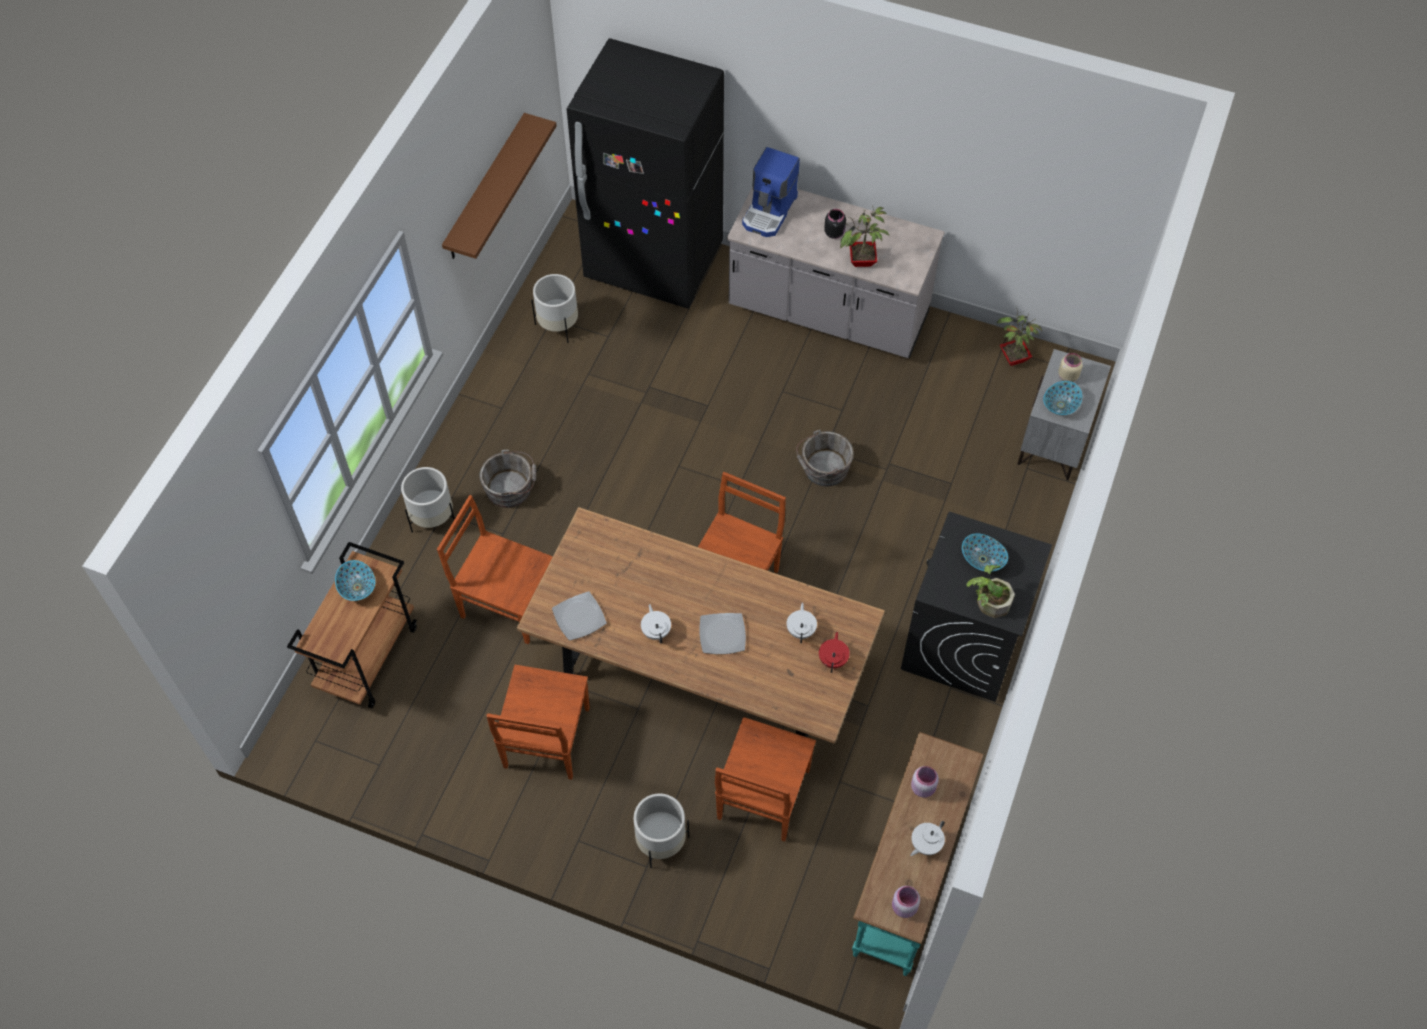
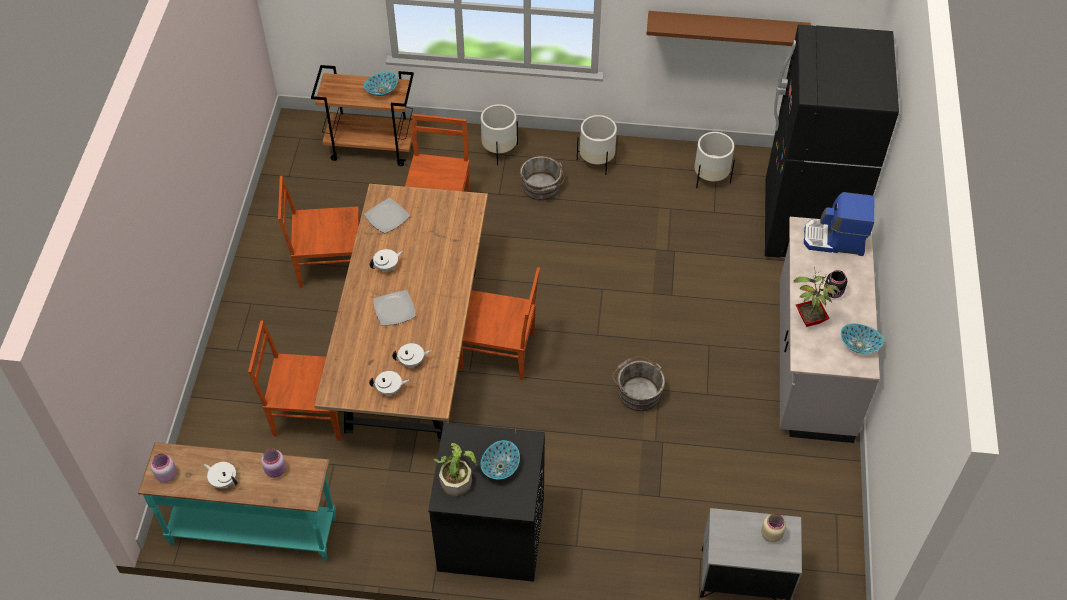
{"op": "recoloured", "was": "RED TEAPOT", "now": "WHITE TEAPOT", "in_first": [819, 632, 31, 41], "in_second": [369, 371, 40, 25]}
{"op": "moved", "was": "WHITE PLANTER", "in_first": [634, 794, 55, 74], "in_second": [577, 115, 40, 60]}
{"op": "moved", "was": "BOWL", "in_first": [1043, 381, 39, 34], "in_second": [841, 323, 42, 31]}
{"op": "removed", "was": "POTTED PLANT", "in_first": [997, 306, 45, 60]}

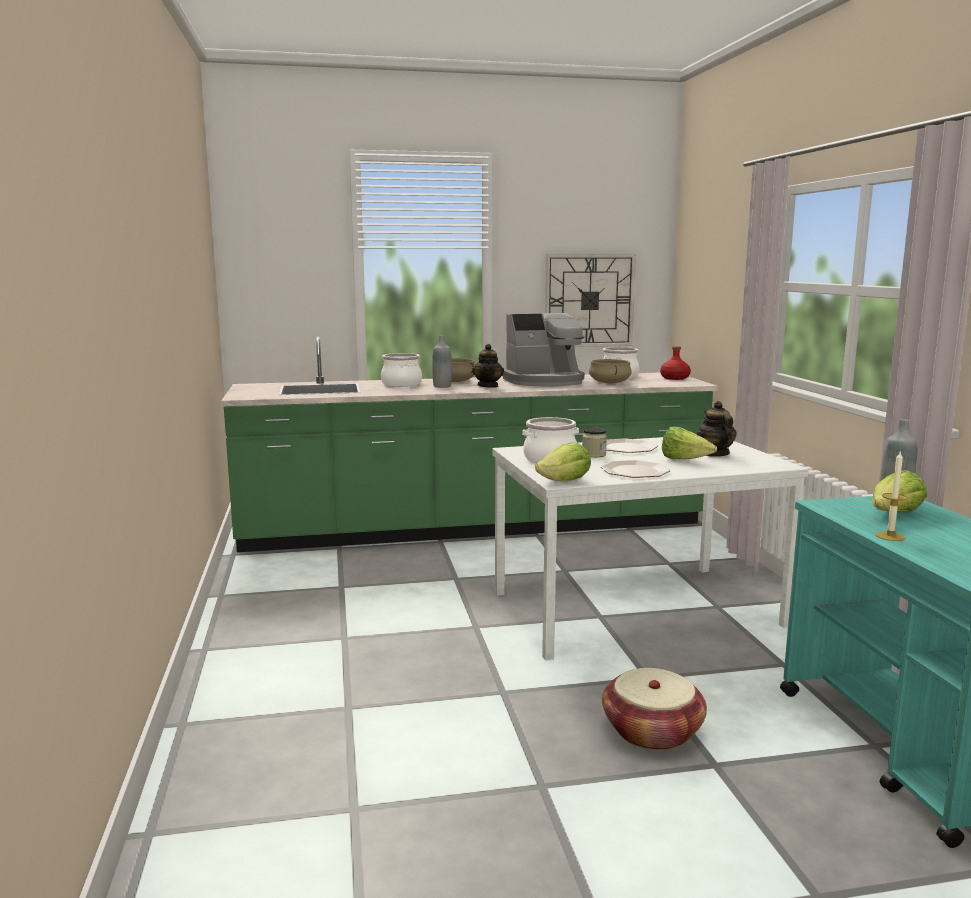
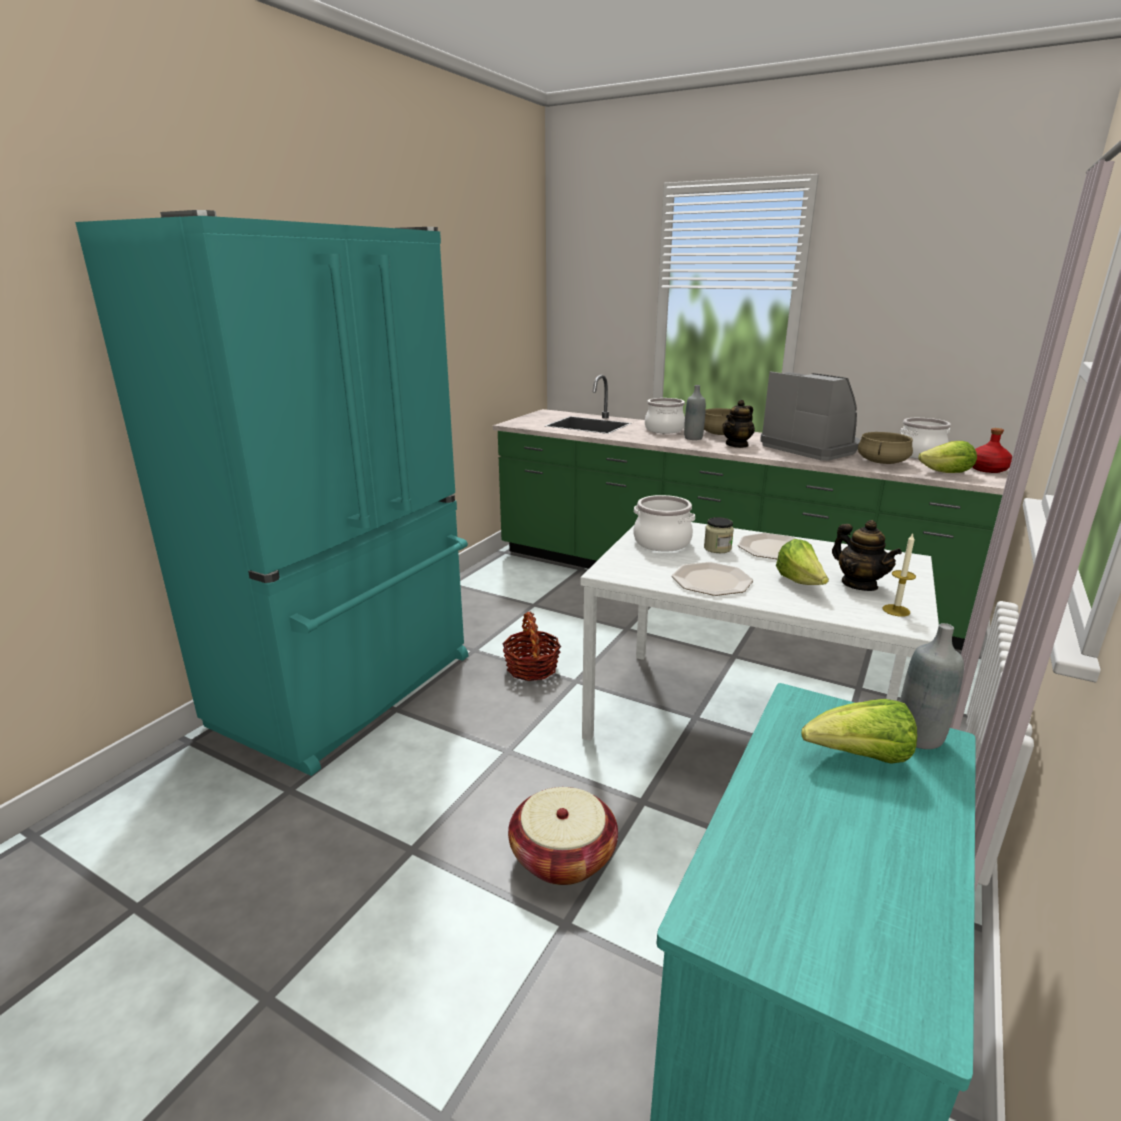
{"op": "added", "now": "TURQUOISE FRIDGE", "in_second": [75, 210, 393, 566]}
{"op": "added", "now": "BASKET", "in_second": [502, 612, 59, 69]}
{"op": "turned", "was": "COFFEE MACHINE", "in_first": [502, 313, 83, 73], "in_second": [760, 371, 100, 90], "clockwise": -150}
{"op": "turned", "was": "TEAPOT", "in_first": [697, 401, 40, 56], "in_second": [832, 520, 70, 71], "clockwise": 120}
{"op": "moved", "was": "CANDLE", "in_first": [876, 450, 32, 91], "in_second": [883, 533, 33, 84]}
{"op": "moved", "was": "LETTUCE", "in_first": [535, 442, 56, 39], "in_second": [919, 441, 58, 32]}
{"op": "removed", "was": "WALL CLOCK", "in_first": [545, 254, 91, 93]}

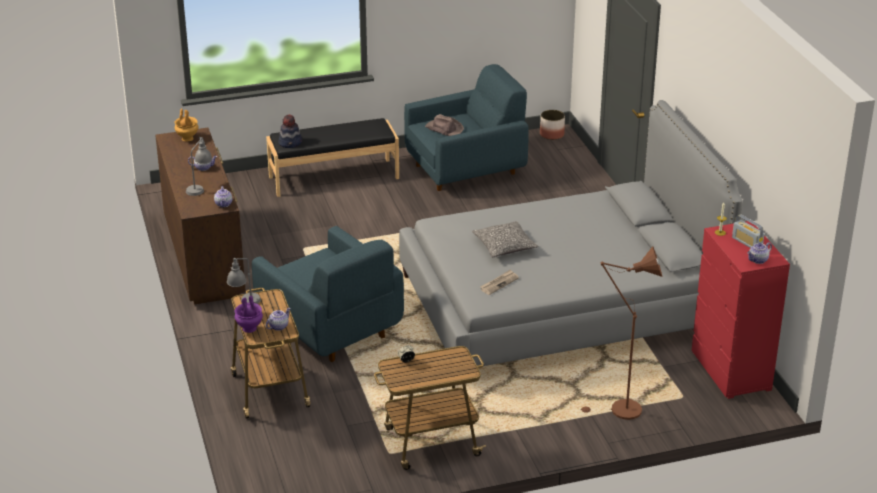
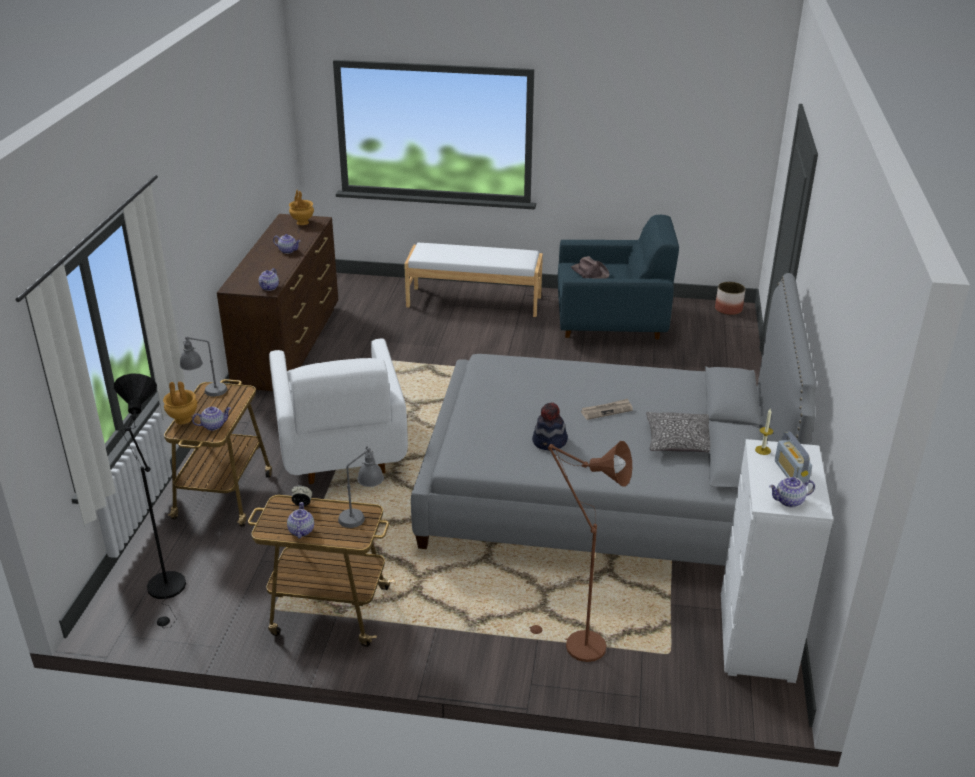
{"op": "added", "now": "BLACK FLOOR LAMP", "in_second": [114, 374, 72, 253]}
{"op": "recoloured", "was": "PURPLE VASE", "now": "BROWN VASE", "in_first": [235, 296, 28, 37], "in_second": [163, 382, 34, 42]}
{"op": "recoloured", "was": "BLUE ARMCHAIR", "now": "WHITE ARMCHAIR", "in_first": [252, 226, 152, 136], "in_second": [269, 339, 139, 145]}
{"op": "added", "now": "TEAPOT", "in_second": [287, 502, 27, 37]}
{"op": "moved", "was": "GREY TABLE LAMP", "in_first": [186, 137, 27, 59], "in_second": [338, 446, 46, 82]}
{"op": "recoloured", "was": "BLACK BENCH", "now": "WHITE BENCH", "in_first": [266, 118, 133, 79], "in_second": [404, 243, 139, 74]}
{"op": "moved", "was": "HAT", "in_first": [278, 114, 24, 34], "in_second": [532, 403, 36, 47]}
{"op": "moved", "was": "NEWSPAPER", "in_first": [480, 270, 39, 25], "in_second": [581, 399, 52, 21]}
{"op": "moved", "was": "PILLOW", "in_first": [472, 221, 66, 36], "in_second": [646, 412, 64, 40]}
{"op": "recoloured", "was": "RED DRESSER", "now": "WHITE DRESSER", "in_first": [691, 221, 99, 178], "in_second": [721, 439, 112, 244]}

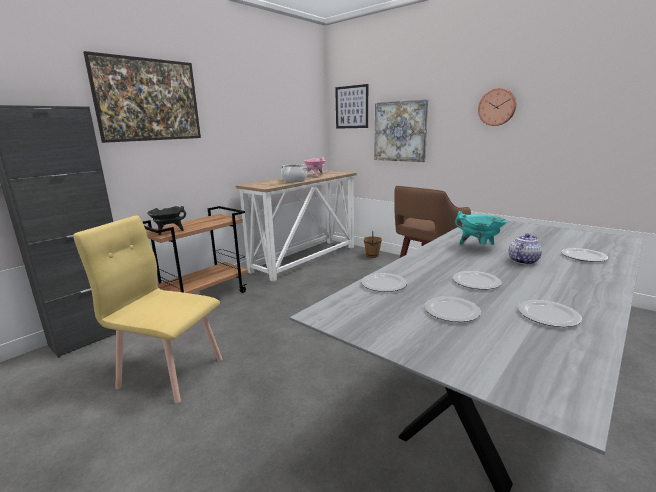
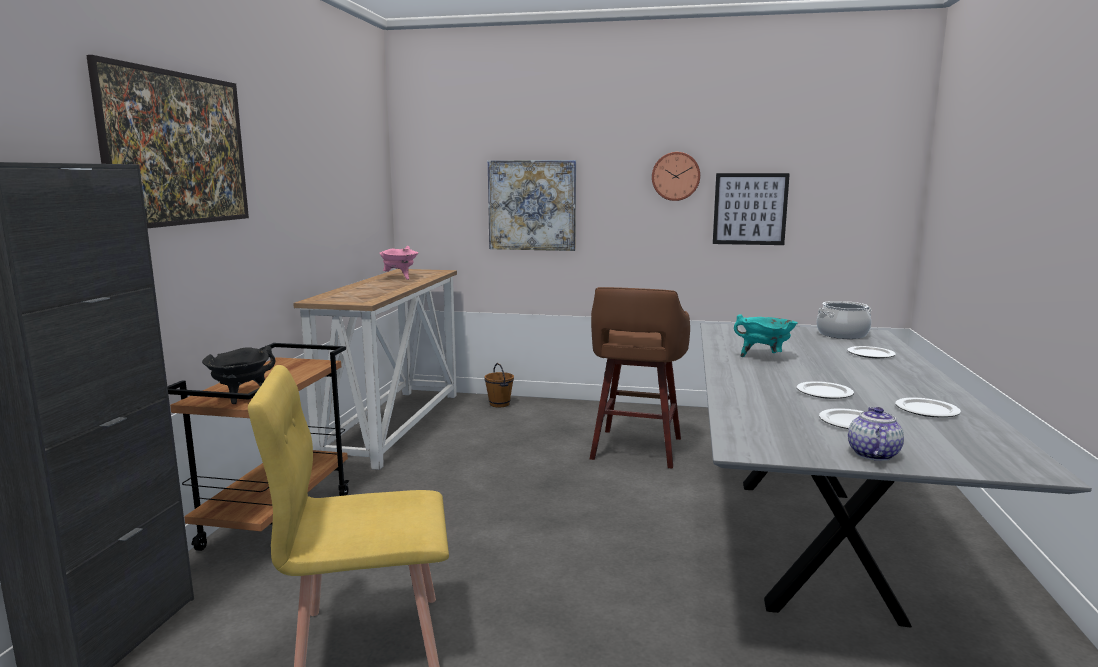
{"op": "moved", "was": "PICTURE", "in_first": [335, 84, 33, 45], "in_second": [713, 173, 77, 72]}
{"op": "moved", "was": "COOKING POT", "in_first": [280, 164, 27, 18], "in_second": [817, 301, 54, 38]}
{"op": "moved", "was": "TEAPOT", "in_first": [509, 234, 33, 31], "in_second": [848, 407, 56, 54]}
{"op": "removed", "was": "PLATE", "in_first": [361, 273, 46, 19]}

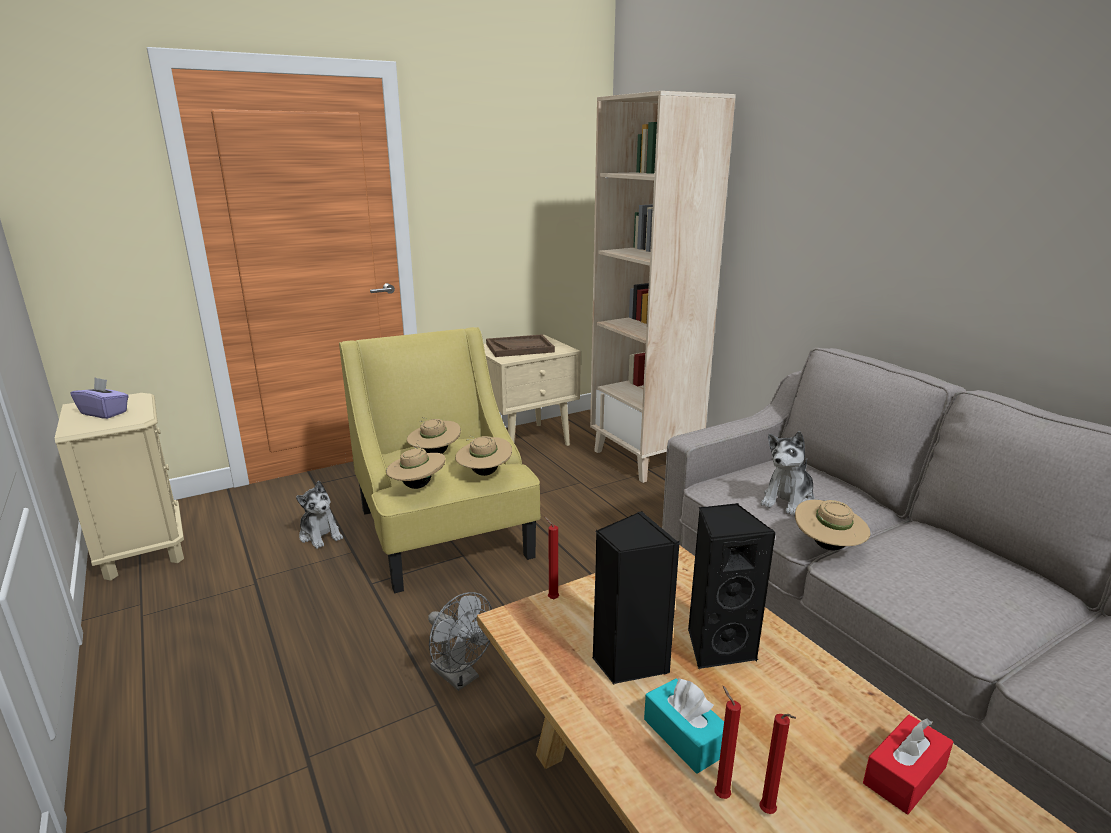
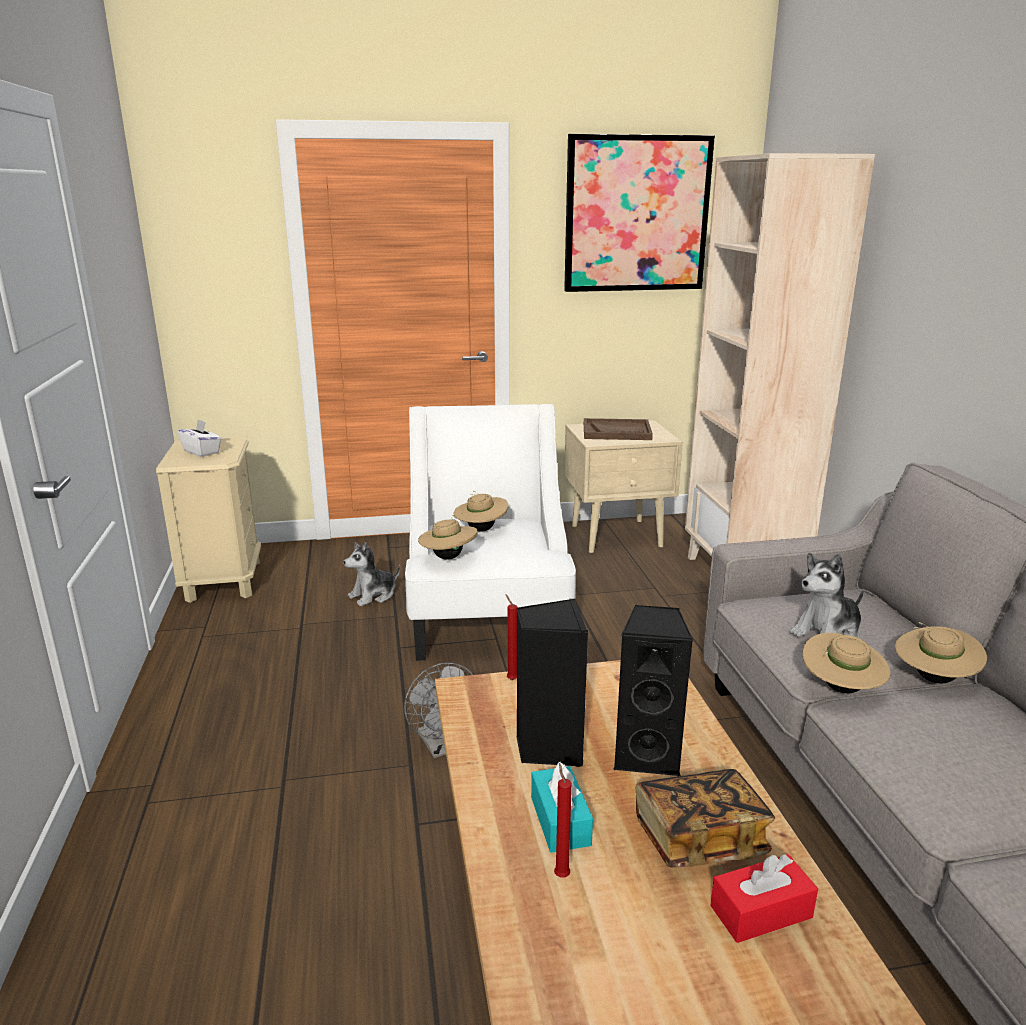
{"op": "recoloured", "was": "PURPLE TISSUE BOX", "now": "WHITE TISSUE BOX", "in_first": [71, 378, 58, 41], "in_second": [178, 419, 44, 38]}
{"op": "turned", "was": "PLUSH TOY", "in_first": [296, 481, 47, 68], "in_second": [343, 542, 57, 64], "clockwise": 75}
{"op": "recoloured", "was": "YELLOW ARMCHAIR", "now": "WHITE ARMCHAIR", "in_first": [339, 327, 202, 267], "in_second": [405, 404, 171, 257]}
{"op": "added", "now": "PICTURE", "in_second": [564, 134, 151, 158]}
{"op": "added", "now": "BOOK", "in_second": [635, 769, 140, 99]}
{"op": "moved", "was": "BEIGE HAT", "in_first": [455, 435, 57, 41], "in_second": [895, 622, 92, 62]}
{"op": "removed", "was": "RED CANDLE", "in_first": [759, 714, 37, 100]}

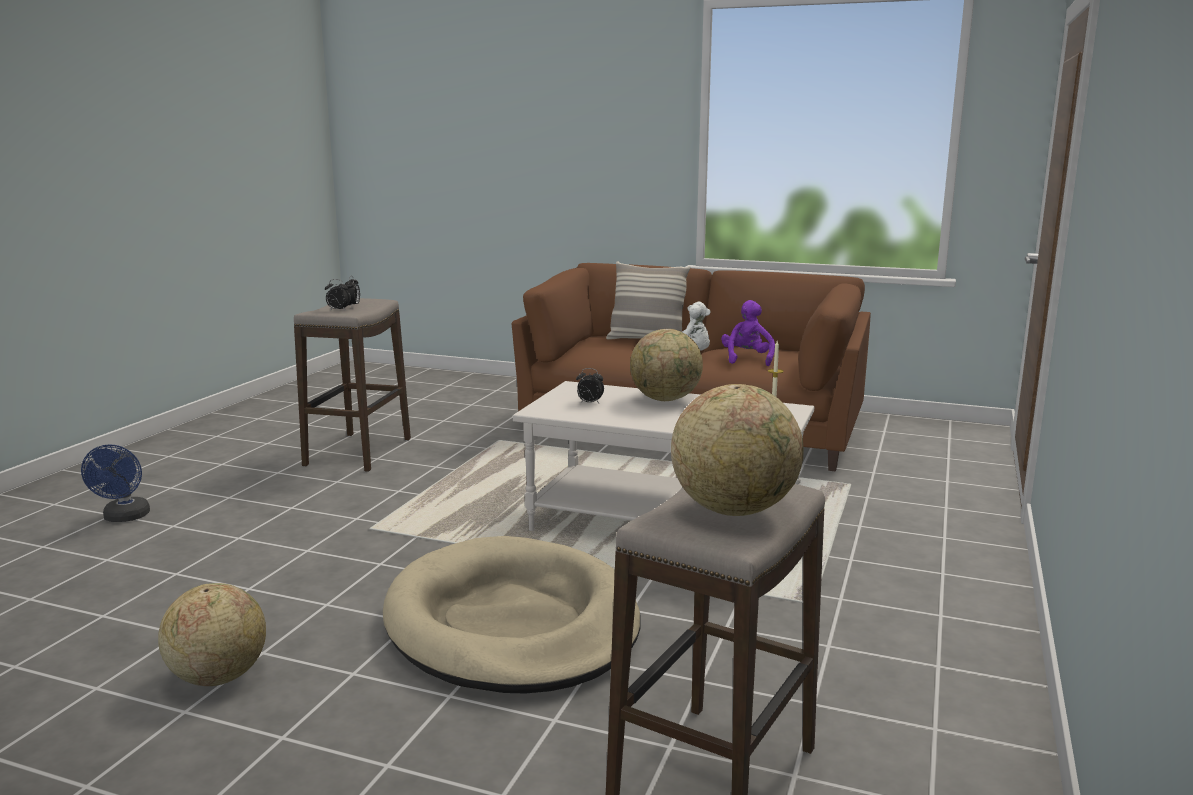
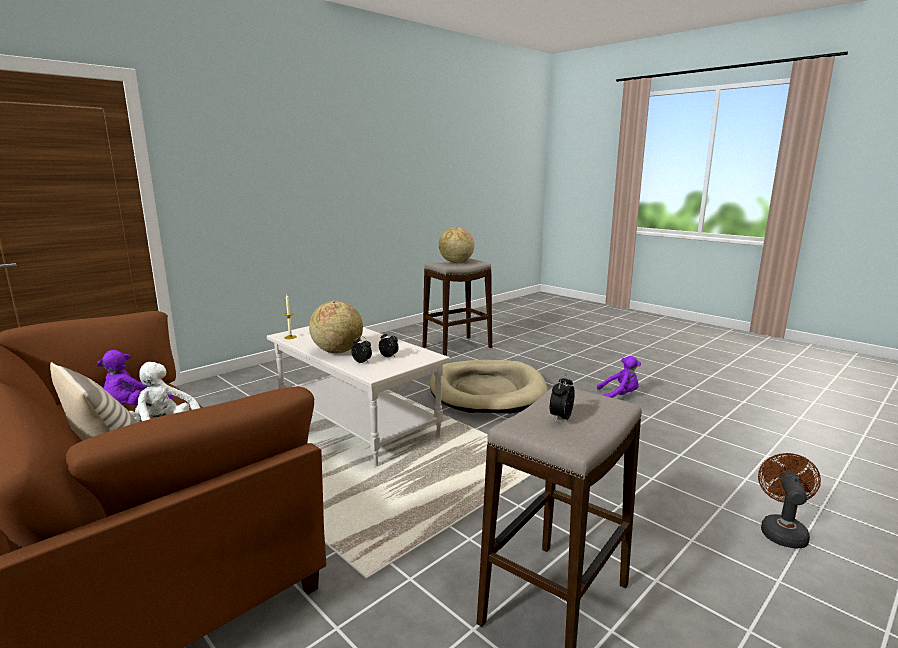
{"op": "moved", "was": "ALARM CLOCK", "in_first": [325, 279, 26, 32], "in_second": [351, 336, 21, 27]}
{"op": "replaced", "was": "GLOBE", "now": "PURPLE PLUSH TOY", "in_first": [158, 583, 108, 103], "in_second": [597, 356, 44, 42]}
{"op": "recoloured", "was": "BLUE FAN", "now": "BROWN FAN", "in_first": [81, 444, 69, 78], "in_second": [758, 453, 63, 96]}

